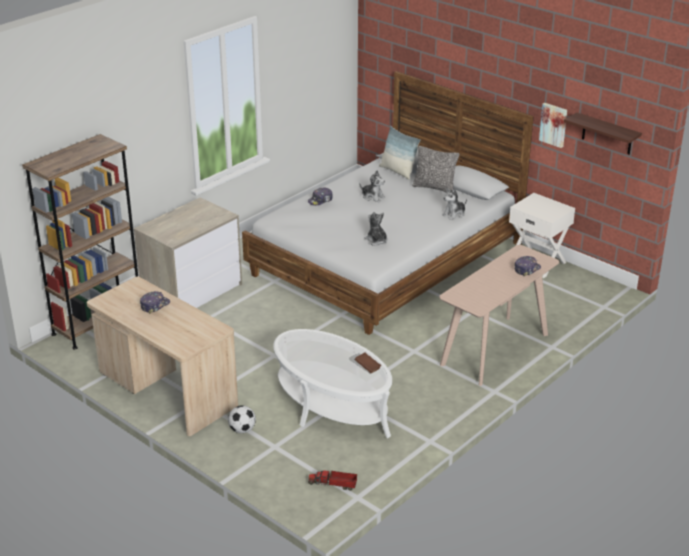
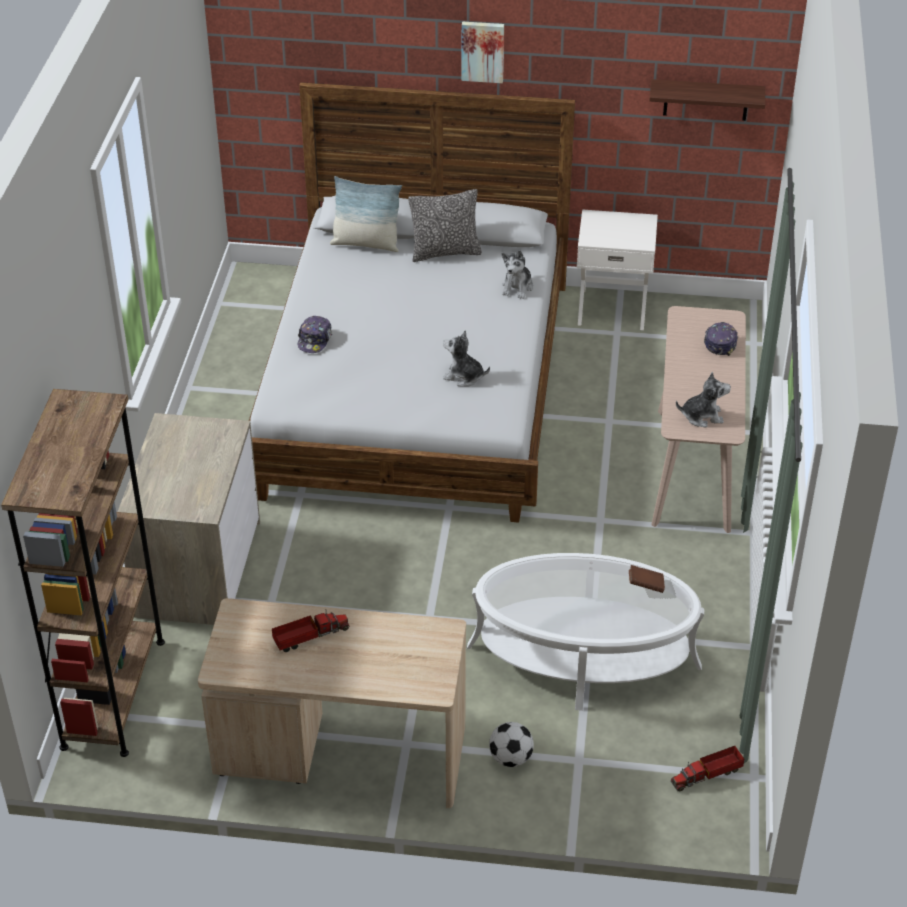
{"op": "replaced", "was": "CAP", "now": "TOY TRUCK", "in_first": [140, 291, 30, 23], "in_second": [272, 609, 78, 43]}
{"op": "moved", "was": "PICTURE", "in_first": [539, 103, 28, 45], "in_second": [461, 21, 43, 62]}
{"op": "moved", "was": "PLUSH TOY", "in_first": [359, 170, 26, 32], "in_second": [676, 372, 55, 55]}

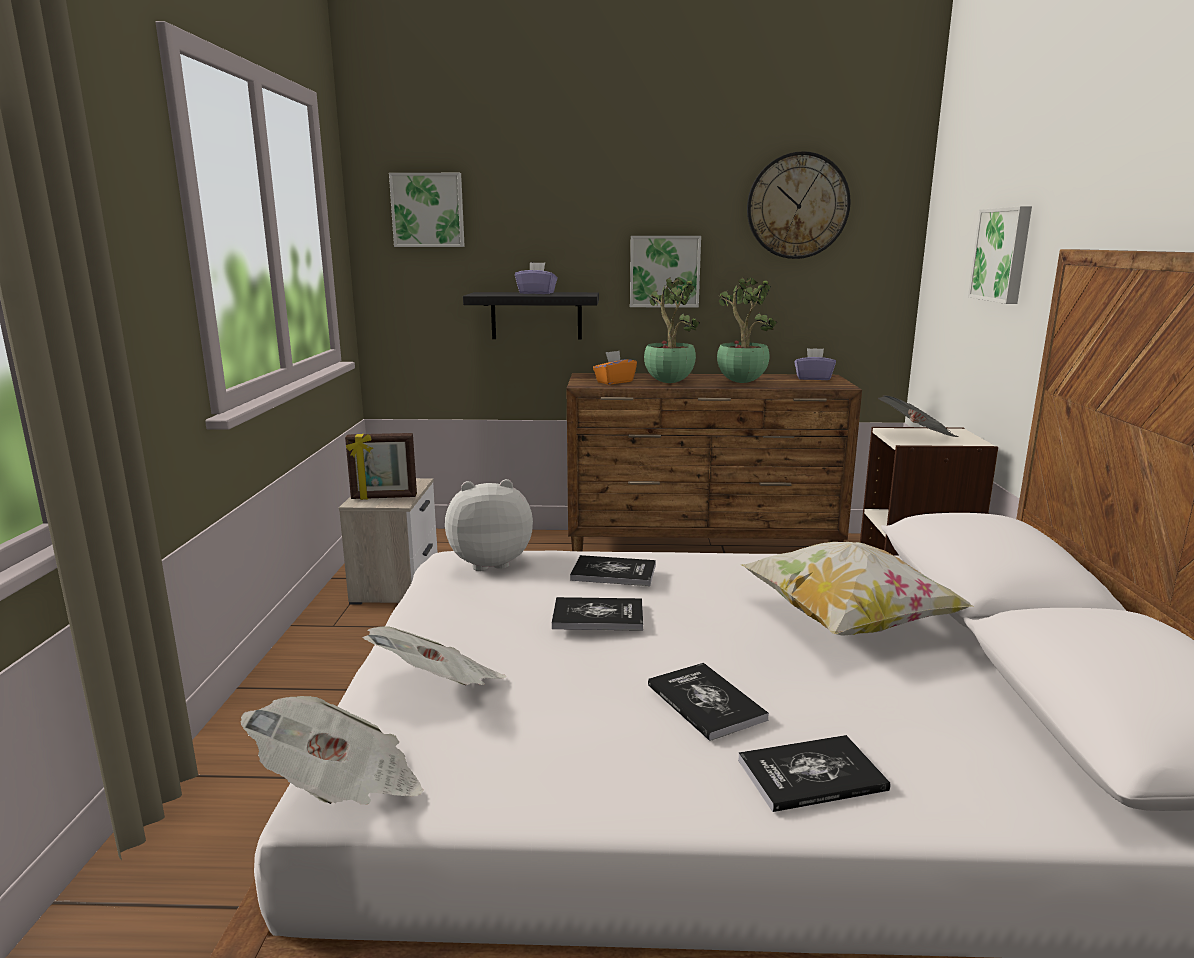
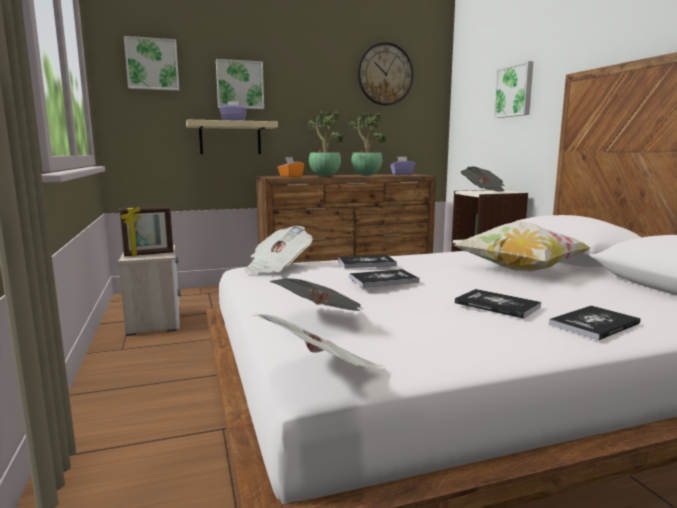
{"op": "recoloured", "was": "BLACK SHELF", "now": "BEIGE SHELF", "in_first": [463, 292, 136, 48], "in_second": [186, 120, 92, 34]}
{"op": "moved", "was": "PICTURE", "in_first": [630, 236, 71, 72], "in_second": [216, 59, 48, 50]}
{"op": "replaced", "was": "PLUSH TOY", "now": "NEWSPAPER", "in_first": [445, 479, 88, 92], "in_second": [244, 226, 69, 48]}

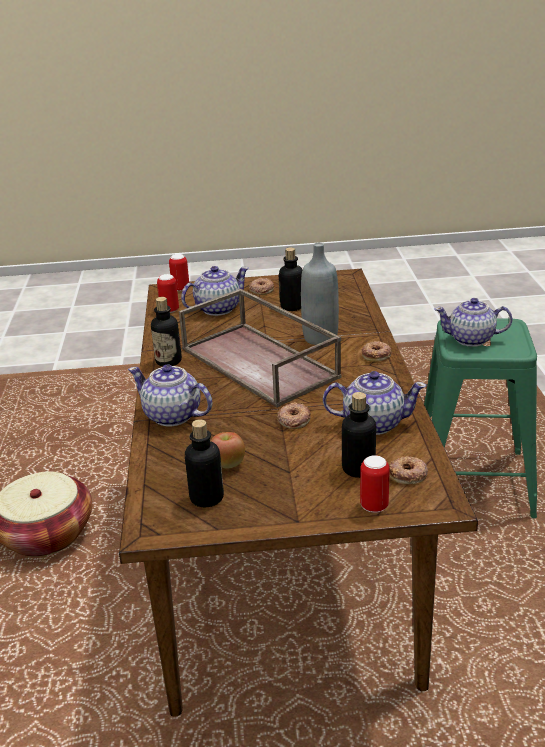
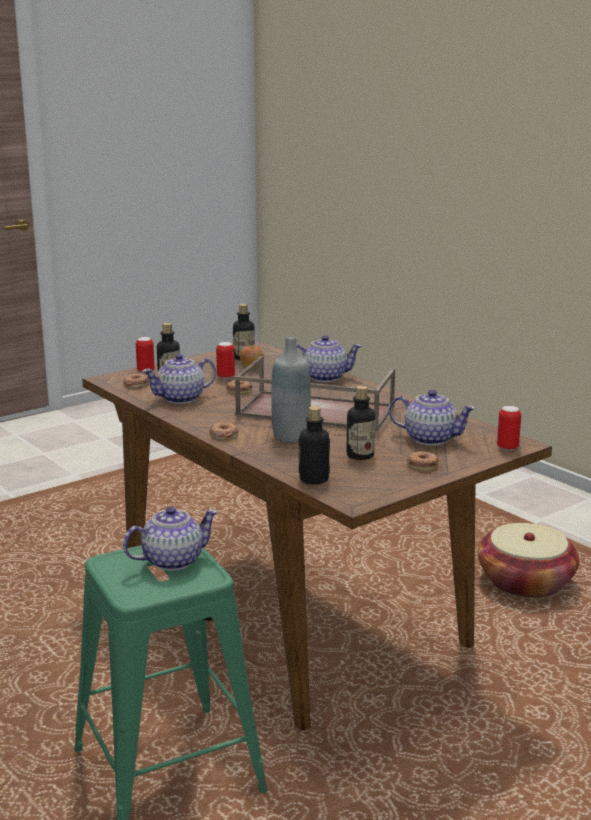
{"op": "moved", "was": "CAN", "in_first": [157, 274, 22, 39], "in_second": [216, 342, 19, 37]}
{"op": "moved", "was": "BOTTLE", "in_first": [151, 297, 31, 69], "in_second": [299, 406, 31, 78]}
{"op": "turned", "was": "TEAPOT", "in_first": [181, 266, 68, 50], "in_second": [389, 390, 87, 56], "clockwise": -90}

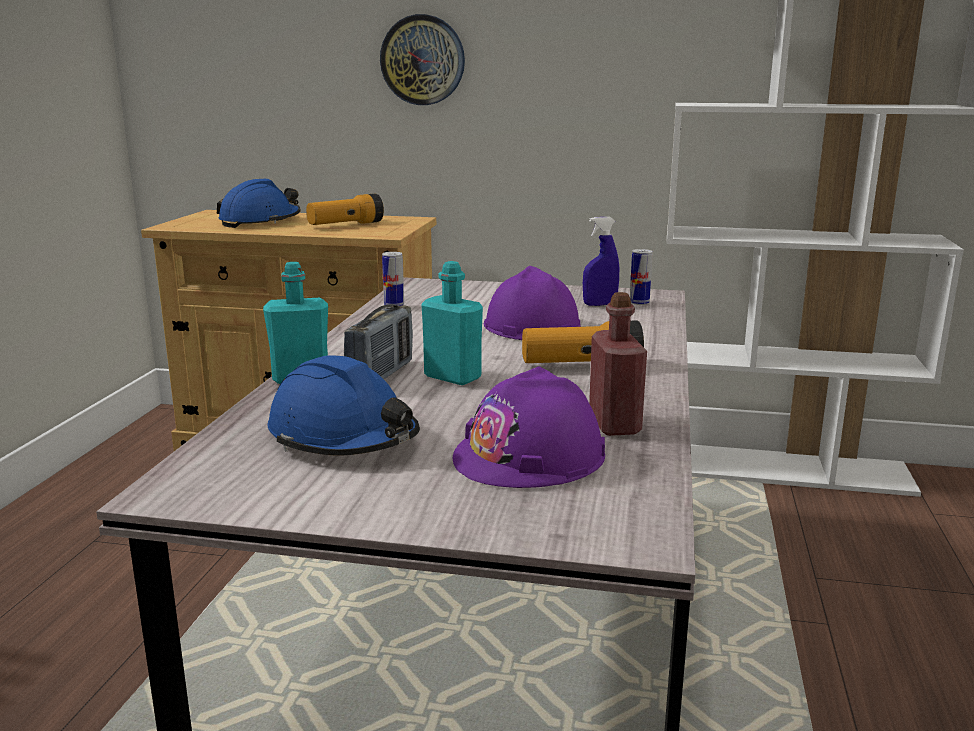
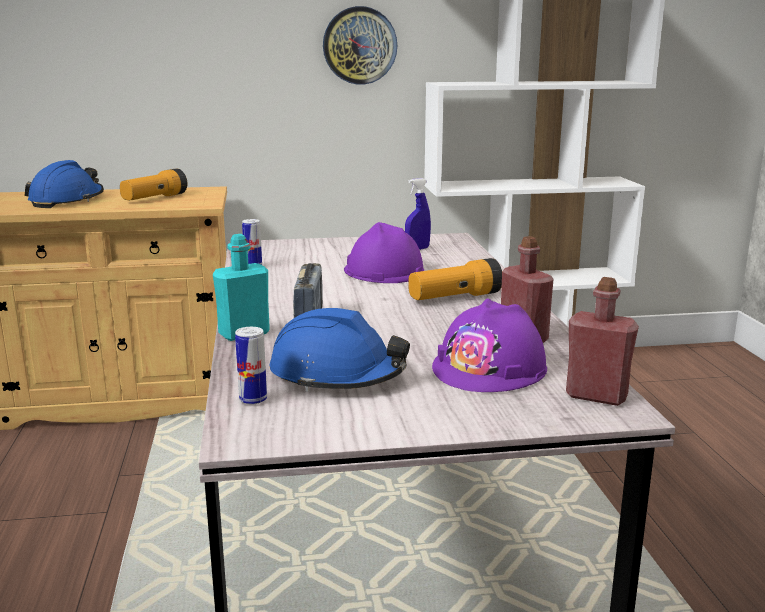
{"op": "moved", "was": "CAN", "in_first": [630, 249, 23, 56], "in_second": [235, 327, 32, 77]}
{"op": "moved", "was": "WALL CLOCK", "in_first": [380, 14, 85, 91], "in_second": [323, 6, 74, 79]}
{"op": "added", "now": "RED BOTTLE", "in_second": [566, 277, 73, 129]}
{"op": "removed", "was": "TURQUOISE BOTTLE", "in_first": [421, 261, 62, 124]}

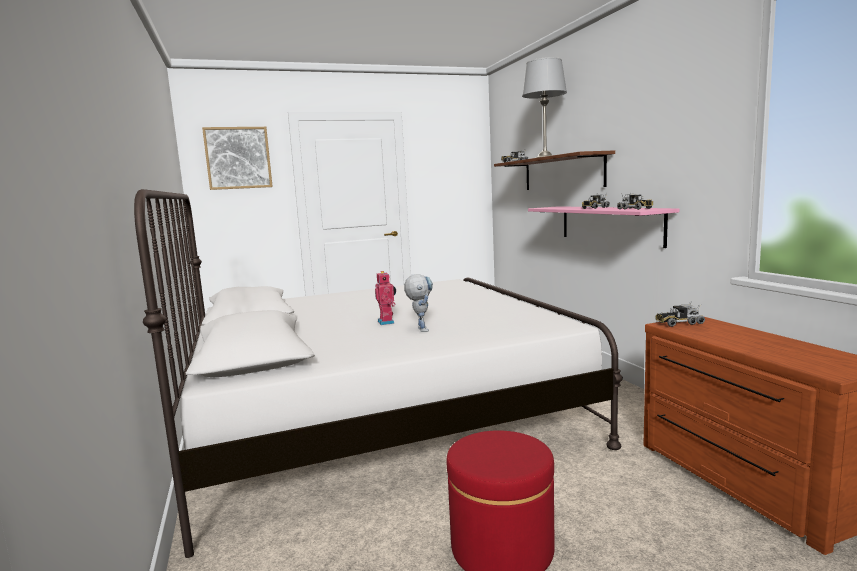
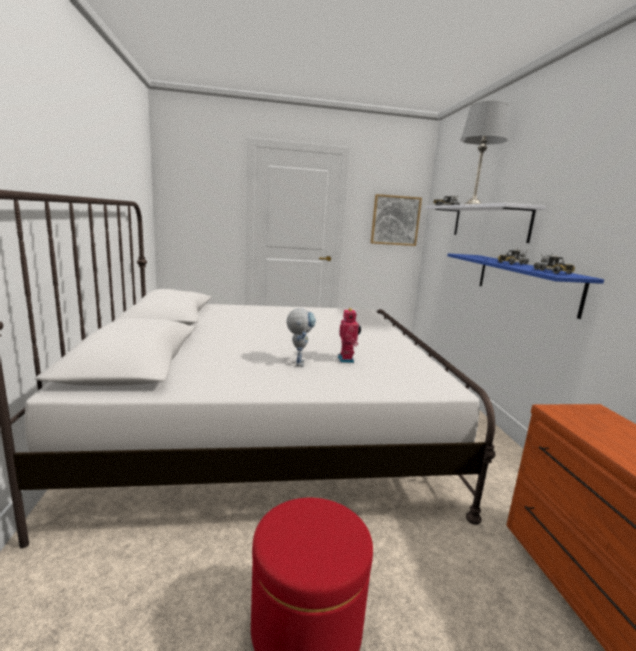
{"op": "moved", "was": "TOY ROBOT", "in_first": [375, 271, 21, 54], "in_second": [338, 308, 23, 55]}
{"op": "moved", "was": "PICTURE", "in_first": [202, 127, 71, 63], "in_second": [371, 194, 51, 52]}
{"op": "recoloured", "was": "BROWN SHELF", "now": "WHITE SHELF", "in_first": [494, 150, 121, 40], "in_second": [426, 203, 120, 40]}
{"op": "recoloured", "was": "PINK SHELF", "now": "BLUE SHELF", "in_first": [528, 206, 151, 42], "in_second": [447, 254, 157, 65]}
{"op": "removed", "was": "TOY TRUCK", "in_first": [656, 301, 49, 26]}

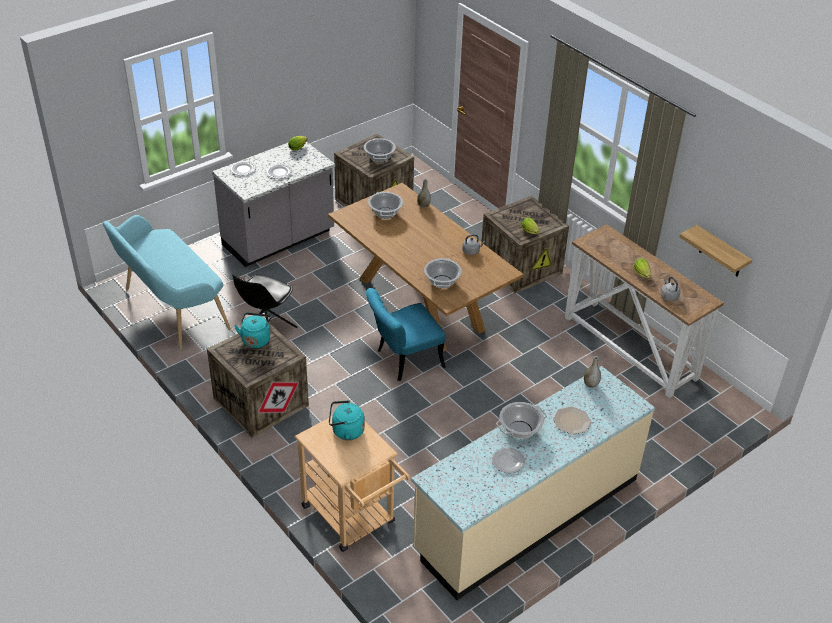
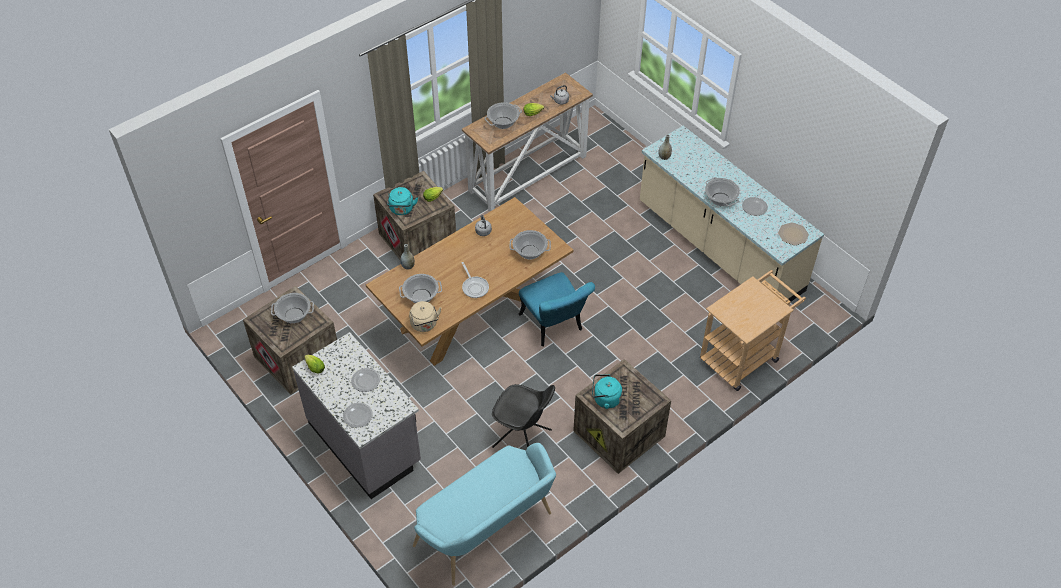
{"op": "moved", "was": "TURQUOISE KETTLE", "in_first": [329, 400, 36, 40], "in_second": [387, 187, 31, 28]}
{"op": "added", "now": "BEIGE KETTLE", "in_second": [409, 301, 33, 31]}
{"op": "added", "now": "FRYING PAN", "in_second": [461, 262, 28, 36]}
{"op": "added", "now": "COOKING POT", "in_second": [484, 102, 38, 27]}
{"op": "moved", "was": "PLATE", "in_first": [553, 406, 38, 29], "in_second": [778, 222, 31, 23]}
{"op": "removed", "was": "SHELF", "in_first": [679, 225, 73, 52]}

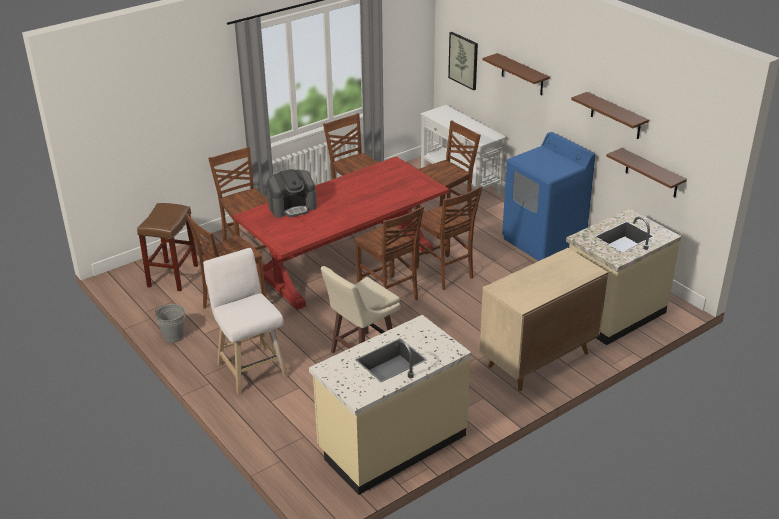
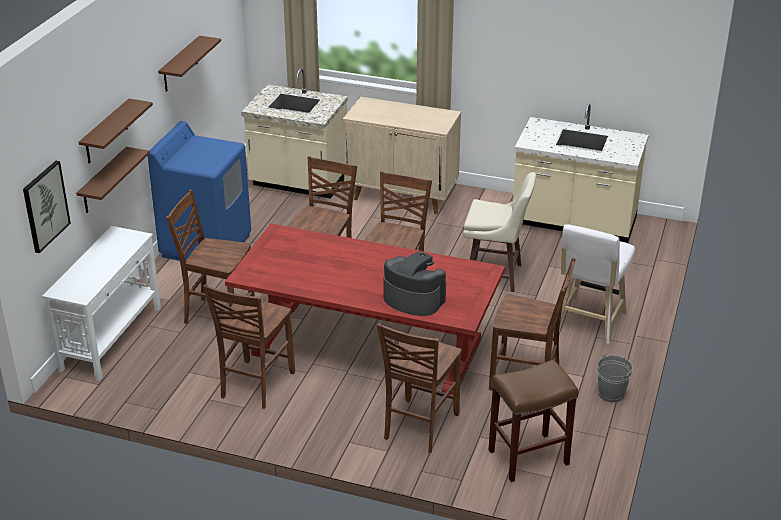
{"op": "moved", "was": "BROWN SHELF", "in_first": [606, 148, 81, 50], "in_second": [76, 147, 74, 66]}

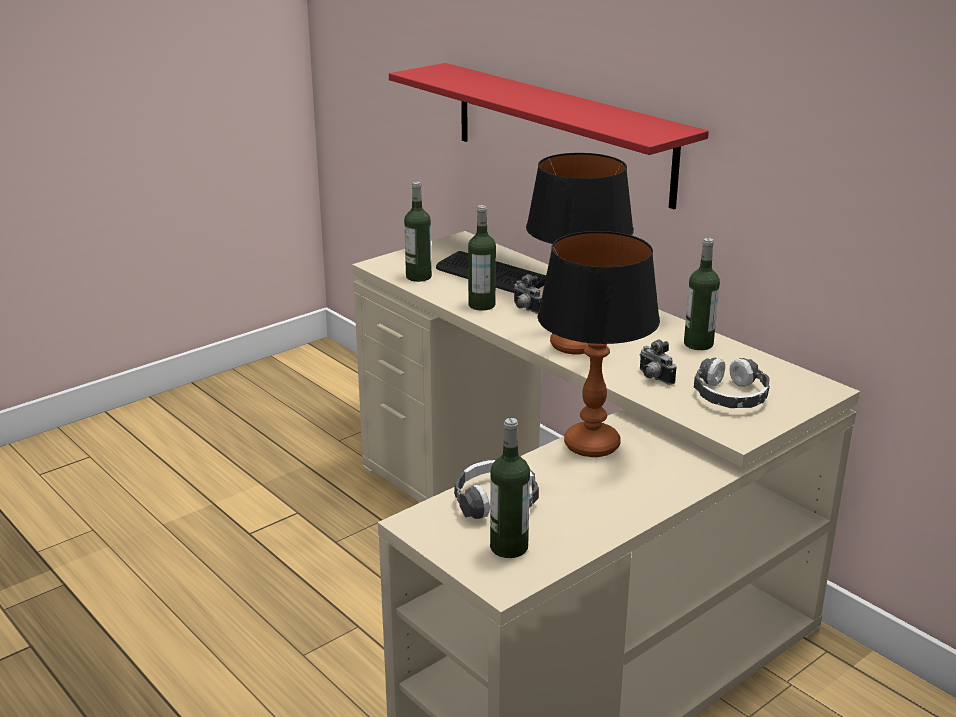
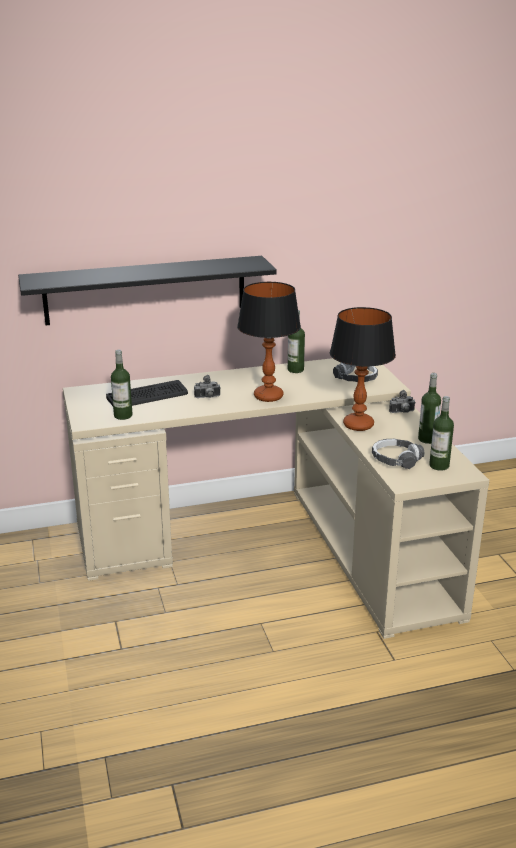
{"op": "recoloured", "was": "RED SHELF", "now": "BLACK SHELF", "in_first": [389, 63, 320, 146], "in_second": [18, 256, 259, 69]}
{"op": "moved", "was": "PHOTO CAMERA", "in_first": [639, 340, 37, 45], "in_second": [389, 390, 27, 23]}
{"op": "moved", "was": "BOTTLE", "in_first": [468, 205, 28, 106], "in_second": [418, 373, 23, 71]}

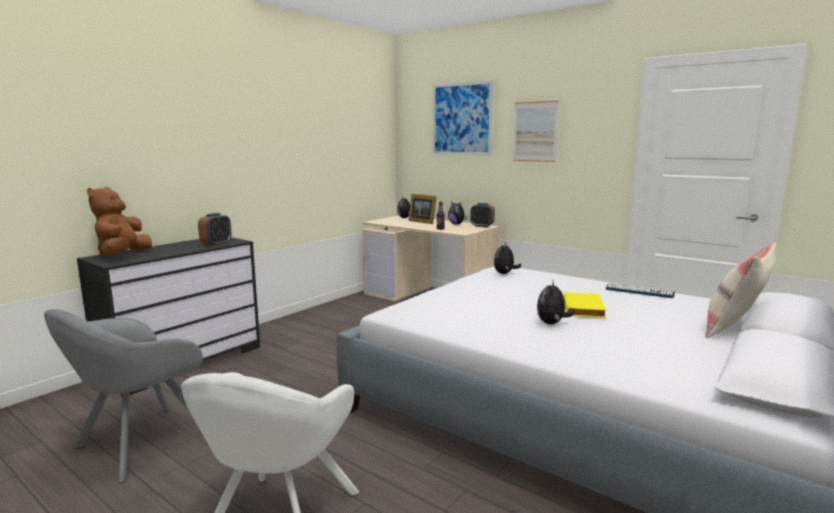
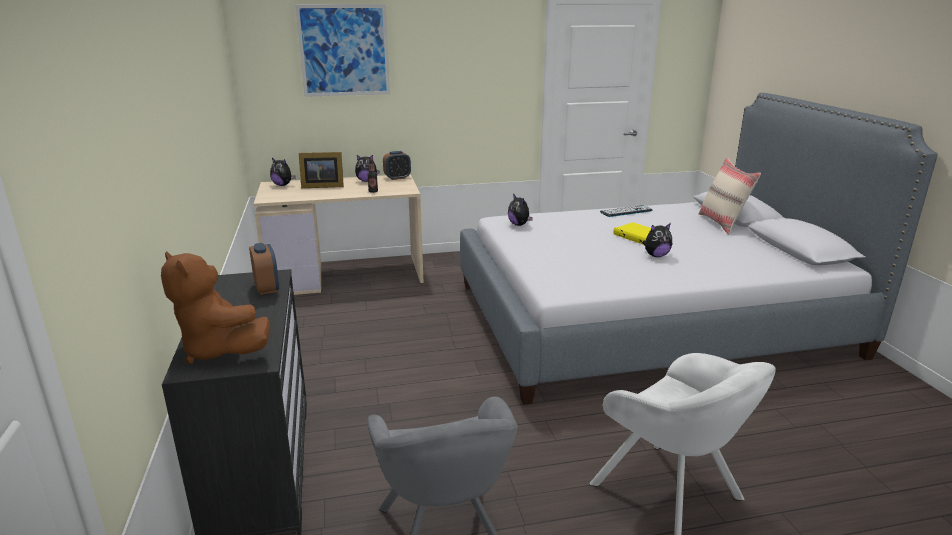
{"op": "turned", "was": "PLUSH TOY", "in_first": [537, 279, 38, 45], "in_second": [642, 223, 30, 34], "clockwise": -75}
{"op": "removed", "was": "PICTURE", "in_first": [513, 101, 46, 61]}

